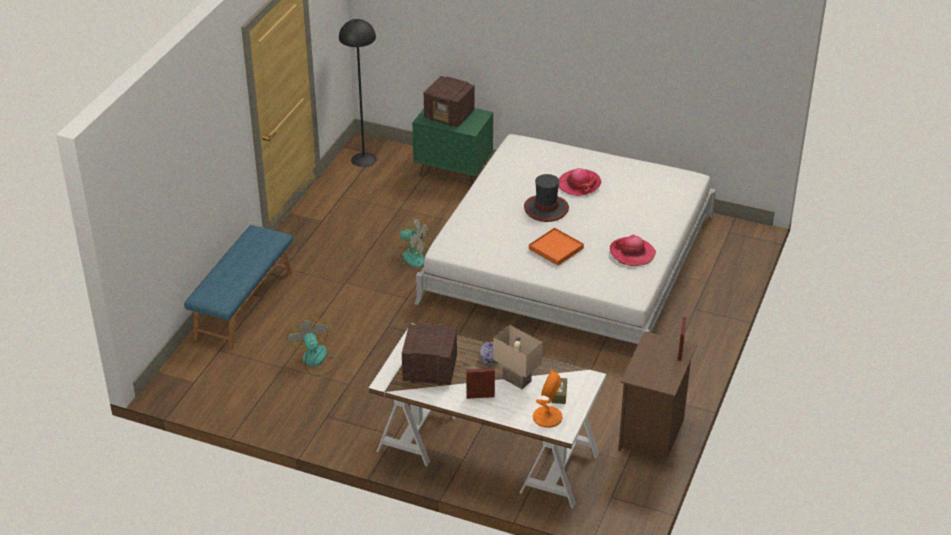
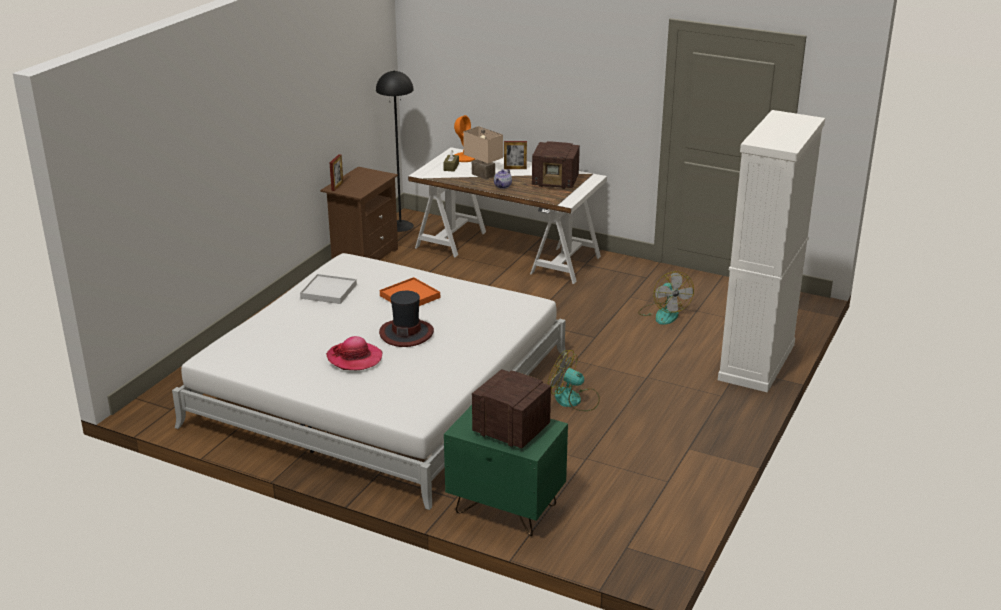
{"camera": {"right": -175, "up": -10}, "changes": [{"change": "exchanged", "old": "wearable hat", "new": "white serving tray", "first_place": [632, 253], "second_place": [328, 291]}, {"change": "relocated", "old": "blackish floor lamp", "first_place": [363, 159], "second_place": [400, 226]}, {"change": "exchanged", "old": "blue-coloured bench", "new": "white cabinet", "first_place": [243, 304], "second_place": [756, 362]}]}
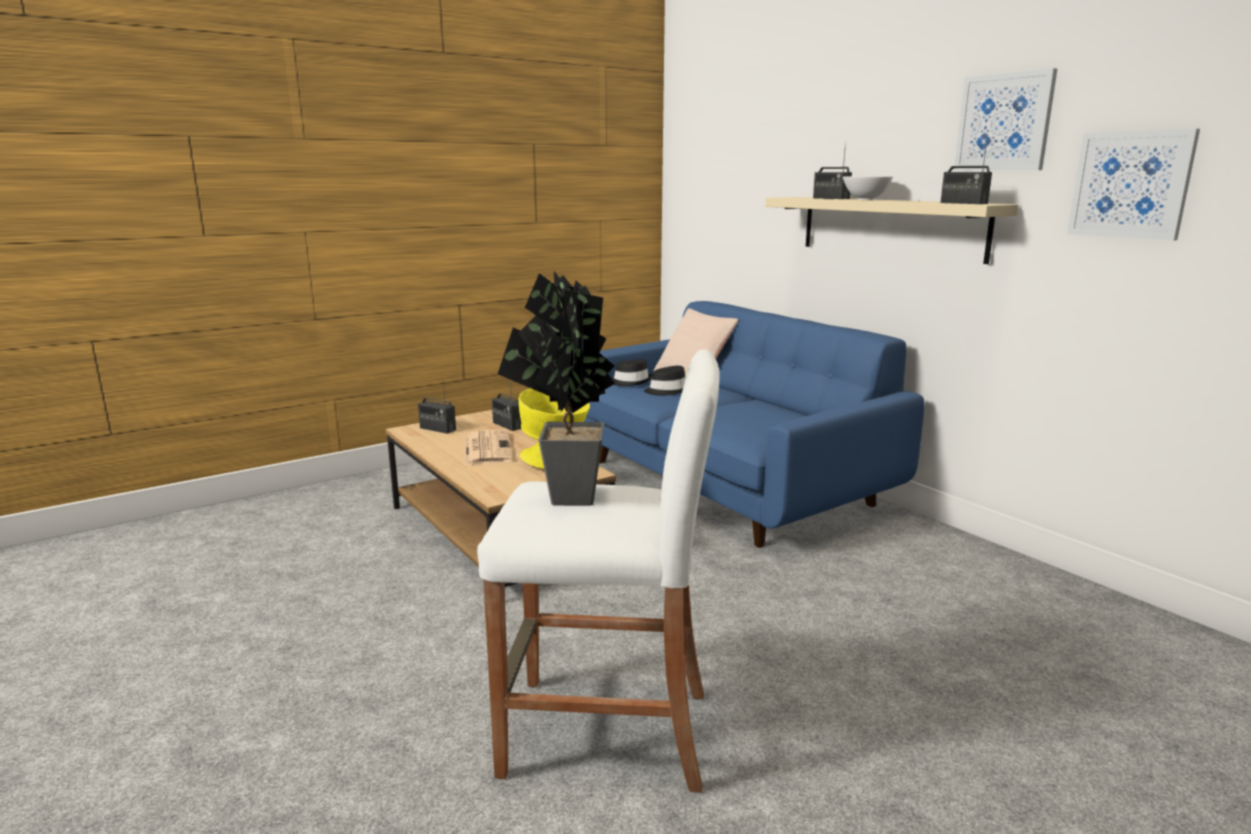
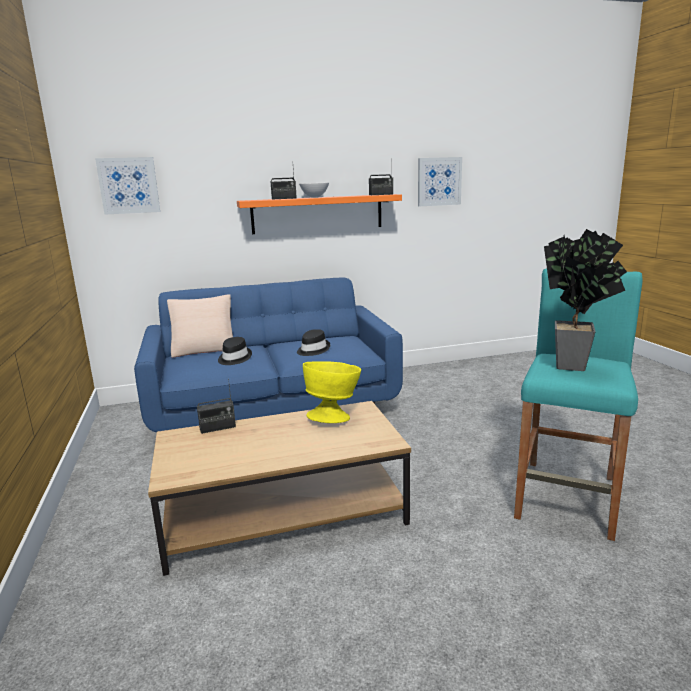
{"camera": {"right": -70, "up": 0}, "changes": [{"change": "relocated", "old": "wall picture", "first_place": [1004, 122], "second_place": [129, 185]}, {"change": "colour", "old": "sand-coloured bracket shelf", "new": "orange-coloured bracket shelf", "first_place": [890, 227], "second_place": [317, 214]}, {"change": "relocated", "old": "blackish wearable hat", "first_place": [631, 382], "second_place": [312, 350]}, {"change": "colour", "old": "white stool", "new": "turquoise-coloured stool", "first_place": [606, 733], "second_place": [567, 497]}, {"change": "missing", "old": "radio", "first_place": [437, 429]}, {"change": "missing", "old": "newspaper", "first_place": [486, 448]}]}
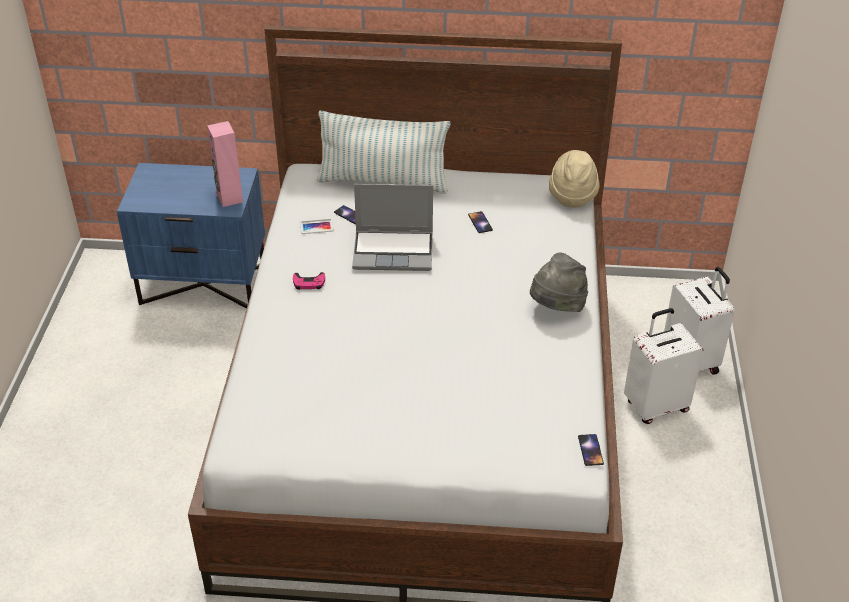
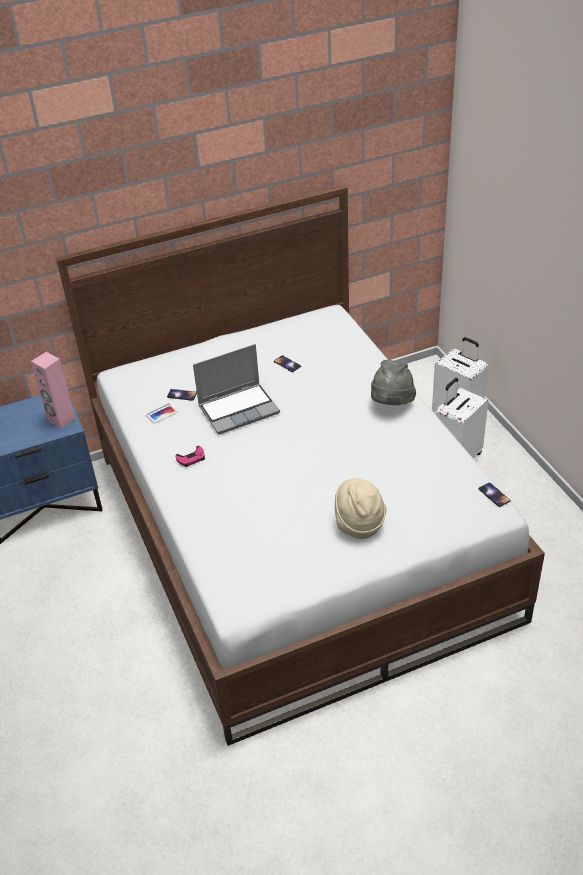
{"camera": {"right": -25, "up": 0}, "changes": [{"change": "relocated", "old": "sand-coloured wearable hat", "first_place": [572, 196], "second_place": [358, 523]}, {"change": "missing", "old": "cushion", "first_place": [383, 182]}]}
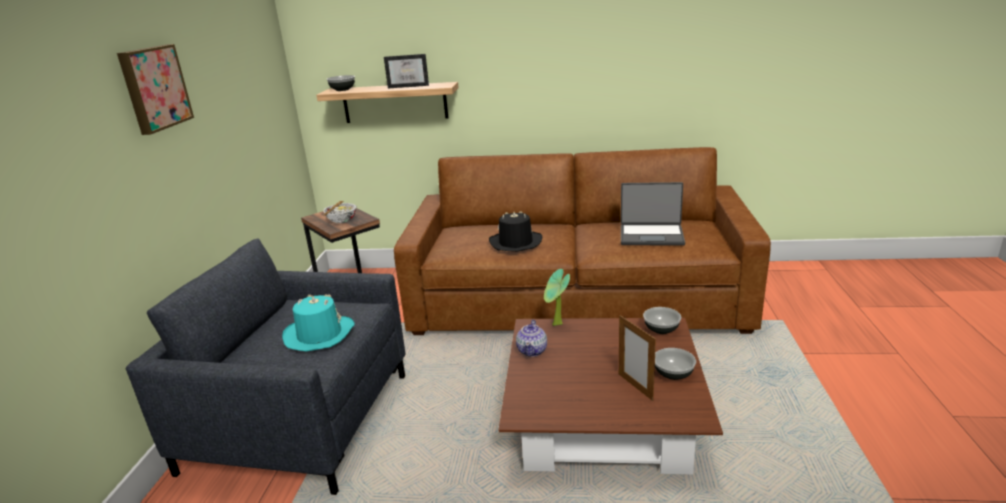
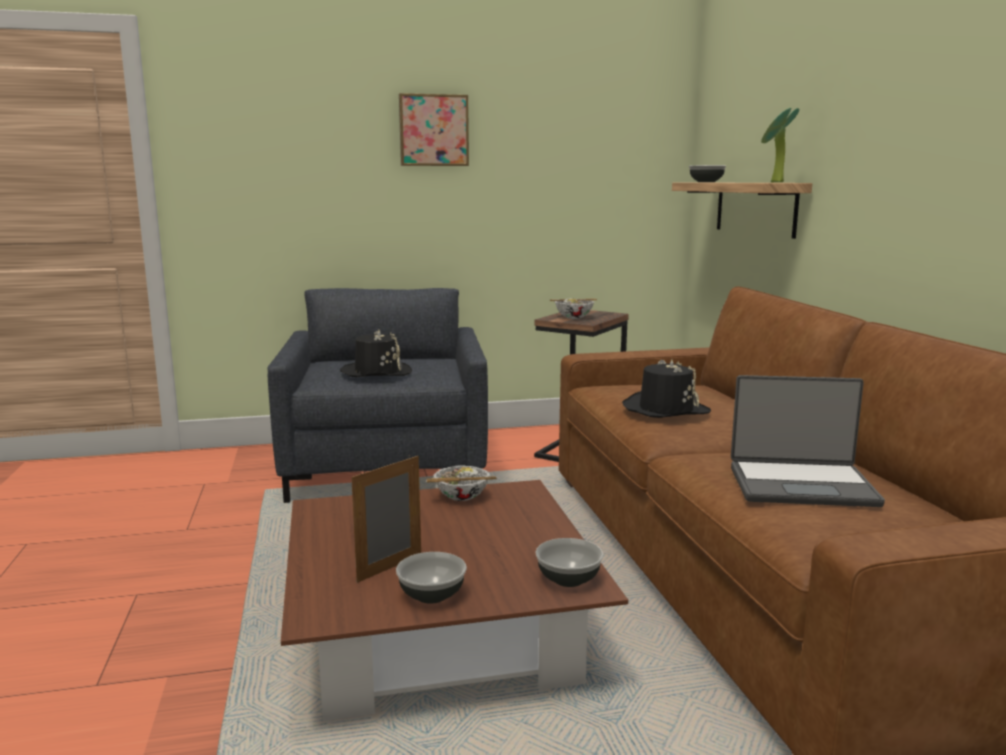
{"camera": {"right": 70, "up": -10}, "changes": [{"change": "colour", "old": "turquoise-coloured wearable hat", "new": "blackish wearable hat", "first_place": [319, 334], "second_place": [377, 372]}, {"change": "exchanged", "old": "tea pot", "new": "deep dish", "first_place": [532, 350], "second_place": [461, 497]}, {"change": "spun", "old": "notebook computer", "first_place": [651, 235], "second_place": [801, 485], "degrees": -75}, {"change": "relocated", "old": "potted plant", "first_place": [557, 325], "second_place": [774, 182]}, {"change": "missing", "old": "photo frame", "first_place": [409, 86]}]}
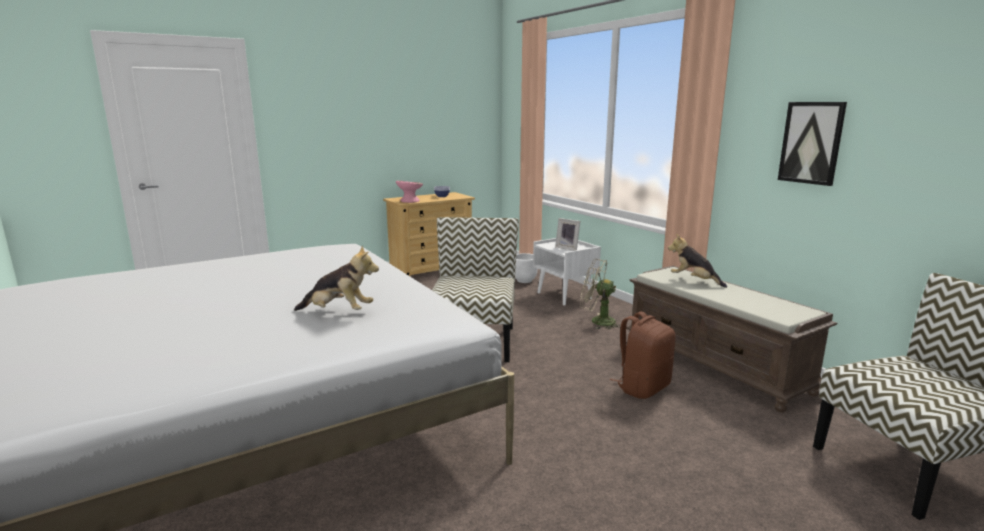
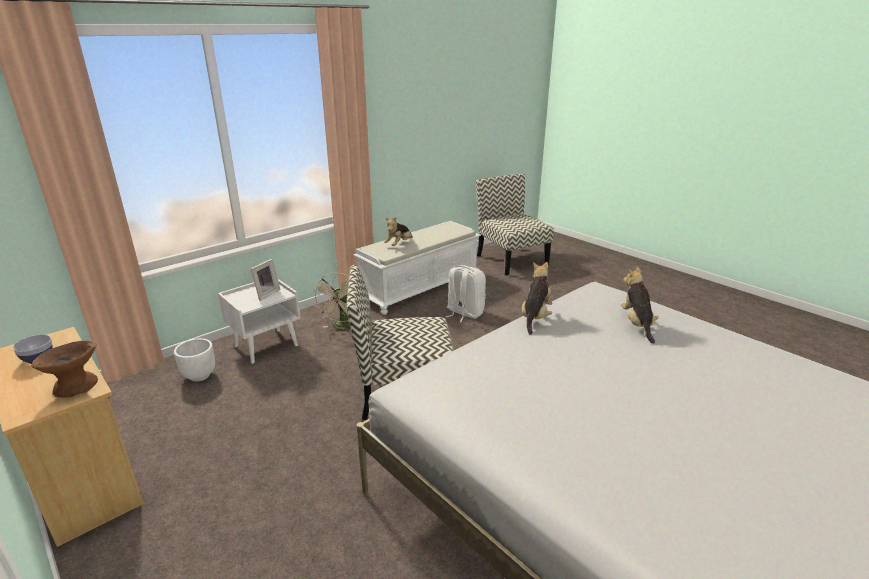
{"camera": {"right": -100, "up": 10}, "changes": [{"change": "colour", "old": "pinkish deep dish", "new": "brown-coloured deep dish", "first_place": [409, 201], "second_place": [75, 386]}, {"change": "colour", "old": "brown-coloured bench", "new": "white bench", "first_place": [715, 364], "second_place": [420, 288]}, {"change": "colour", "old": "brown-coloured knapsack", "new": "white knapsack", "first_place": [642, 388], "second_place": [464, 313]}, {"change": "appeared", "new": "soft toy", "second_place": [535, 317]}, {"change": "missing", "old": "wall picture", "first_place": [811, 143]}]}
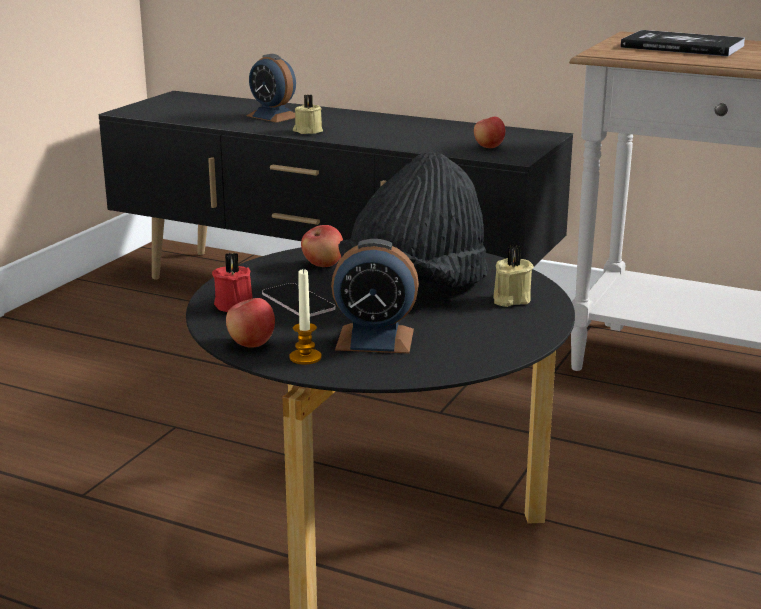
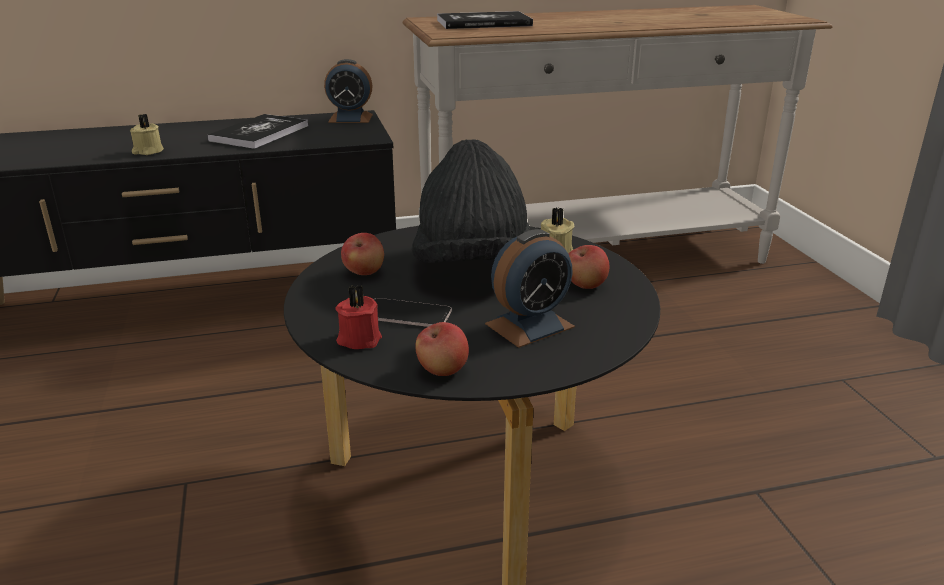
{"camera": {"right": -40, "up": 5}, "changes": [{"change": "appeared", "new": "bound book", "second_place": [259, 133]}, {"change": "relocated", "old": "alarm clock", "first_place": [273, 116], "second_place": [350, 118]}, {"change": "relocated", "old": "apple", "first_place": [489, 147], "second_place": [585, 285]}, {"change": "missing", "old": "wax candle", "first_place": [305, 357]}]}
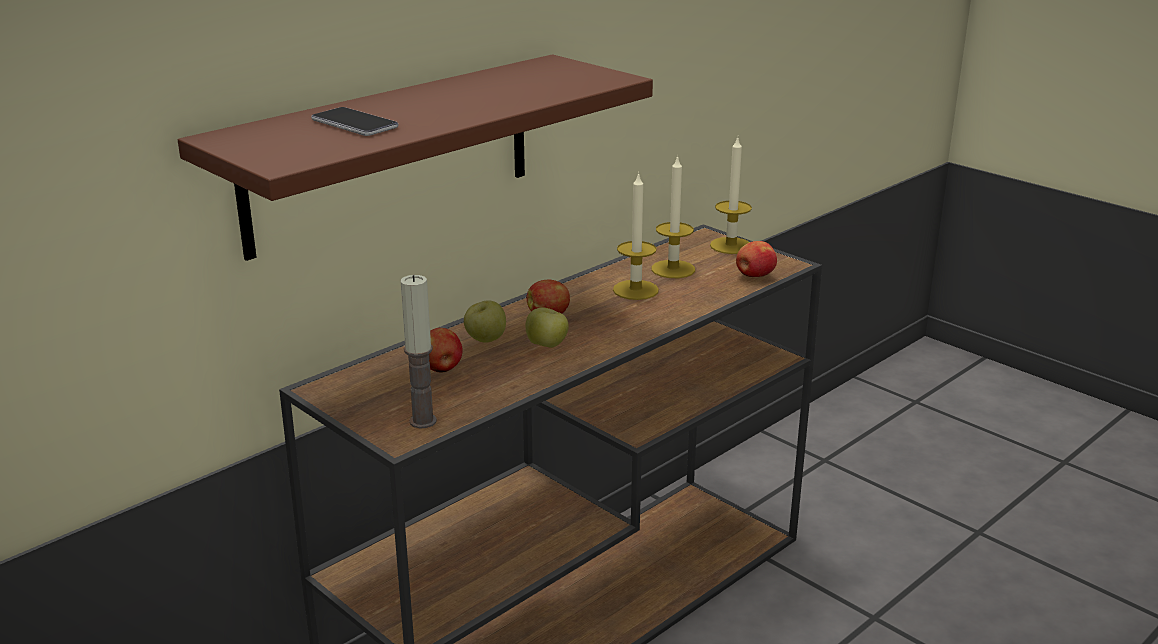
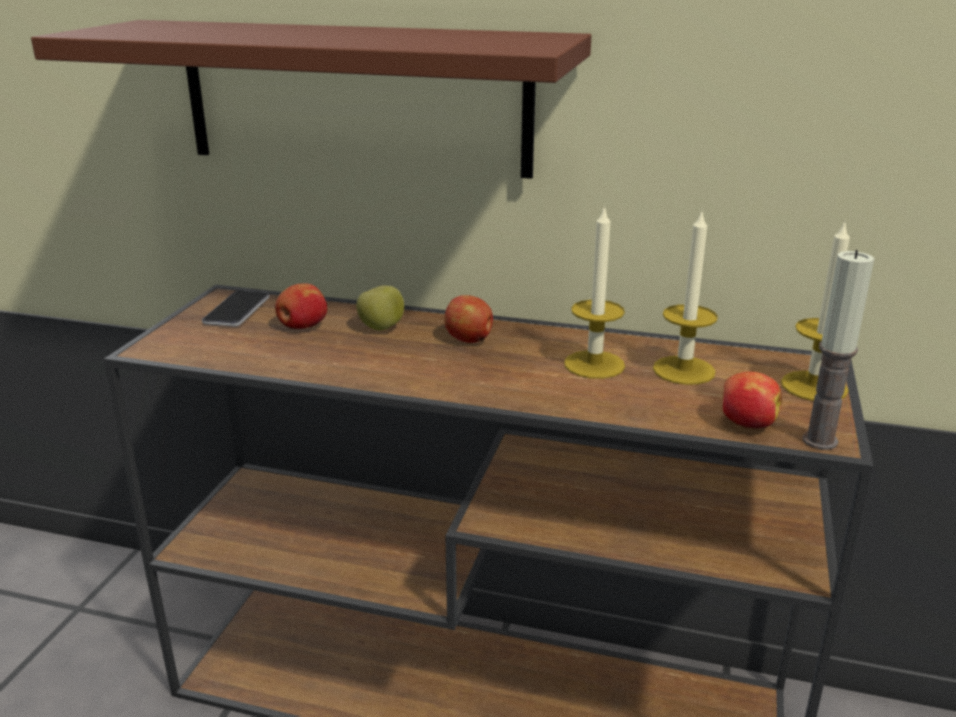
{"camera": {"right": 60, "up": 0}, "changes": [{"change": "relocated", "old": "telephone", "first_place": [354, 124], "second_place": [237, 310]}, {"change": "relocated", "old": "wax candle", "first_place": [423, 421], "second_place": [820, 440]}, {"change": "missing", "old": "apple", "first_place": [547, 346]}]}
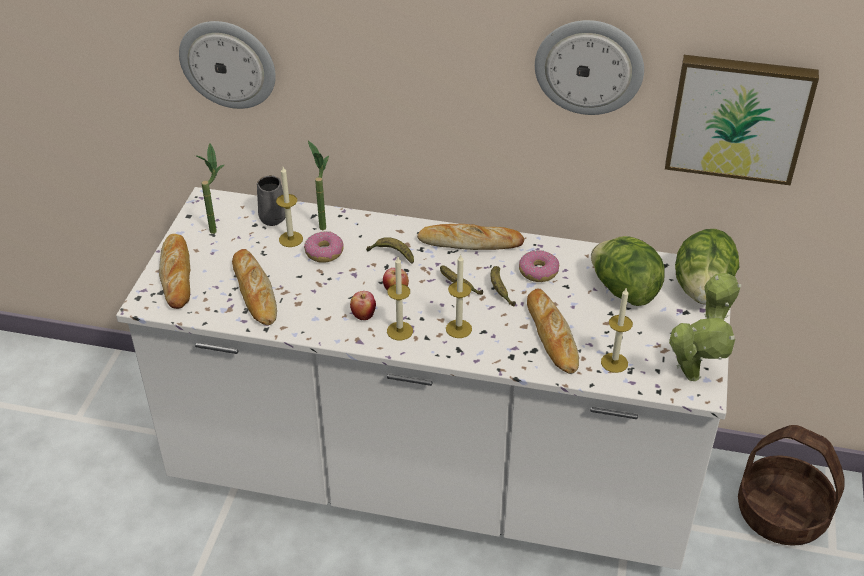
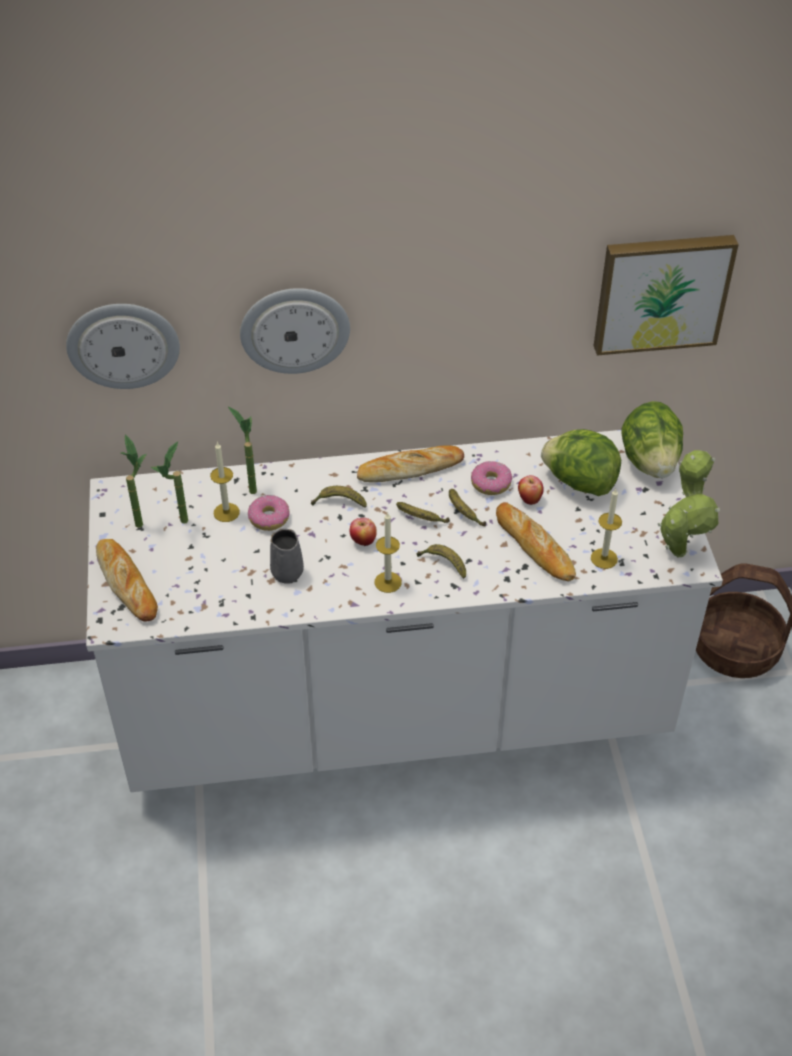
{"camera": {"right": -20, "up": 5}, "changes": [{"change": "appeared", "new": "potted plant", "second_place": [179, 525]}, {"change": "relocated", "old": "wall clock", "first_place": [589, 66], "second_place": [294, 329]}, {"change": "relocated", "old": "grey mug", "first_place": [274, 217], "second_place": [287, 571]}, {"change": "exchanged", "old": "wax candle", "new": "whole banana", "first_place": [458, 329], "second_place": [443, 564]}, {"change": "relocated", "old": "apple", "first_place": [363, 315], "second_place": [529, 499]}, {"change": "missing", "old": "bread", "first_place": [254, 292]}]}
